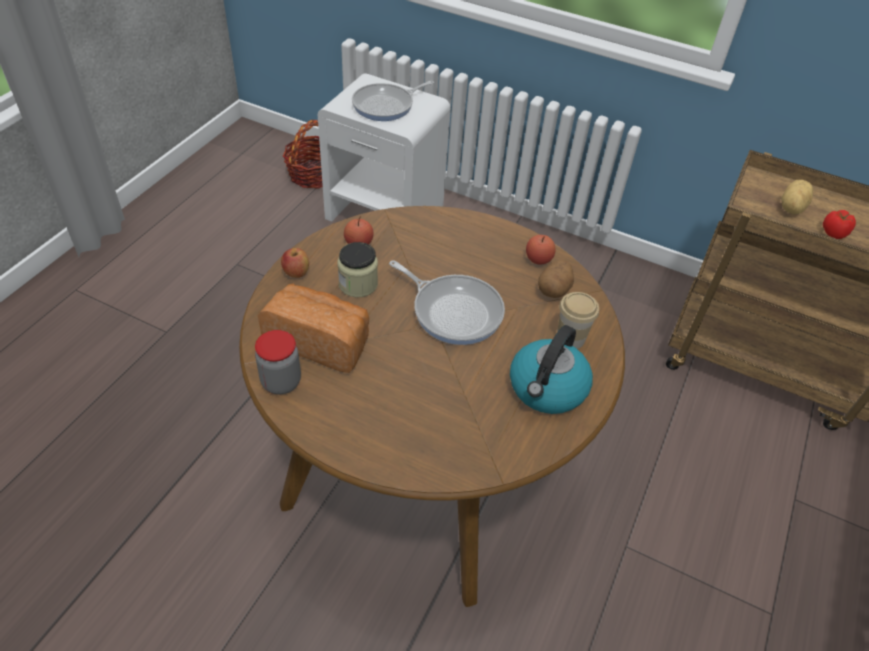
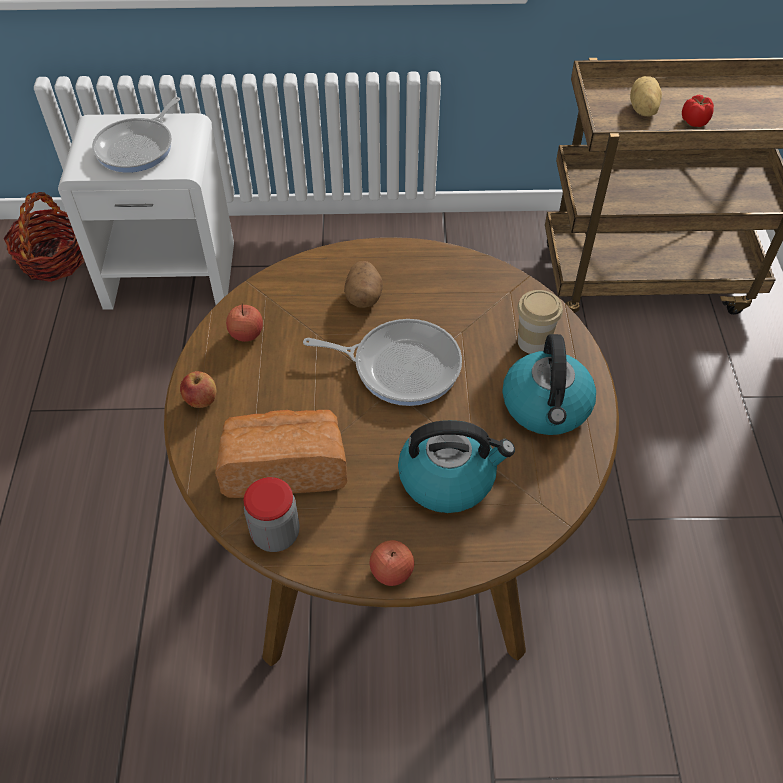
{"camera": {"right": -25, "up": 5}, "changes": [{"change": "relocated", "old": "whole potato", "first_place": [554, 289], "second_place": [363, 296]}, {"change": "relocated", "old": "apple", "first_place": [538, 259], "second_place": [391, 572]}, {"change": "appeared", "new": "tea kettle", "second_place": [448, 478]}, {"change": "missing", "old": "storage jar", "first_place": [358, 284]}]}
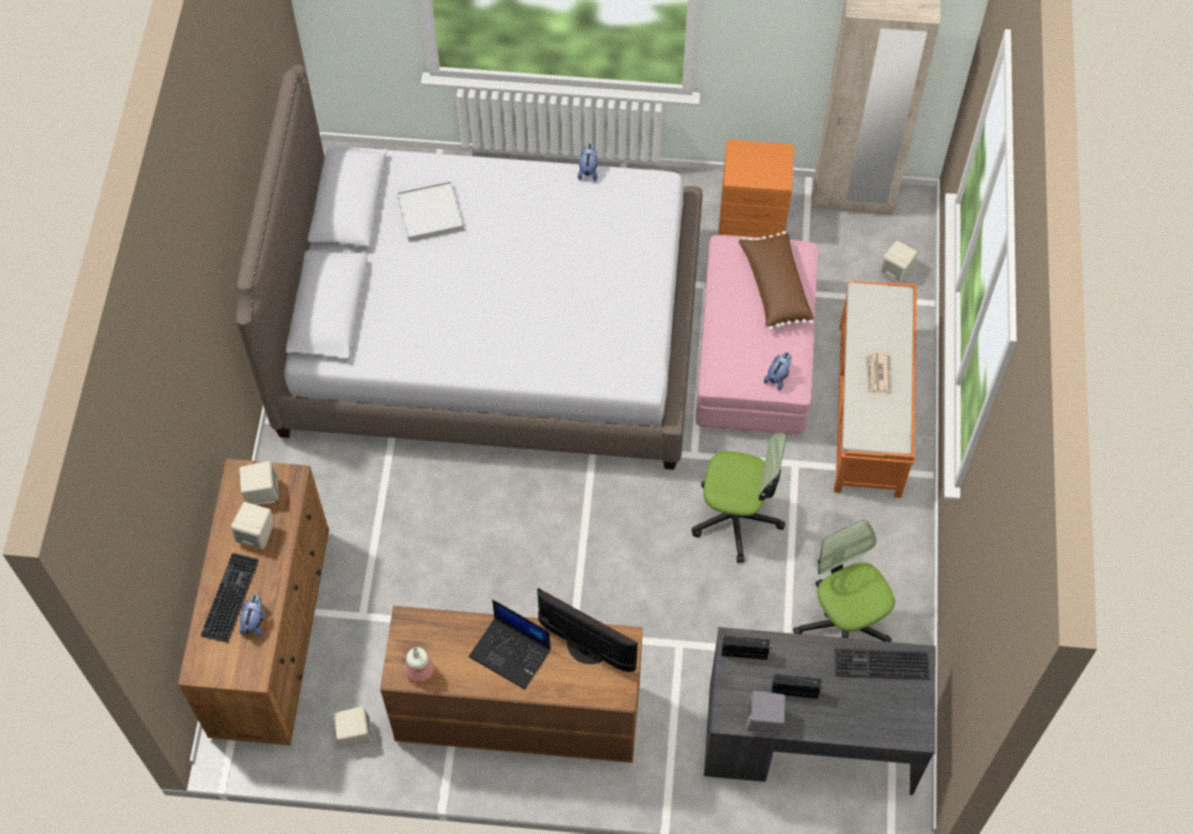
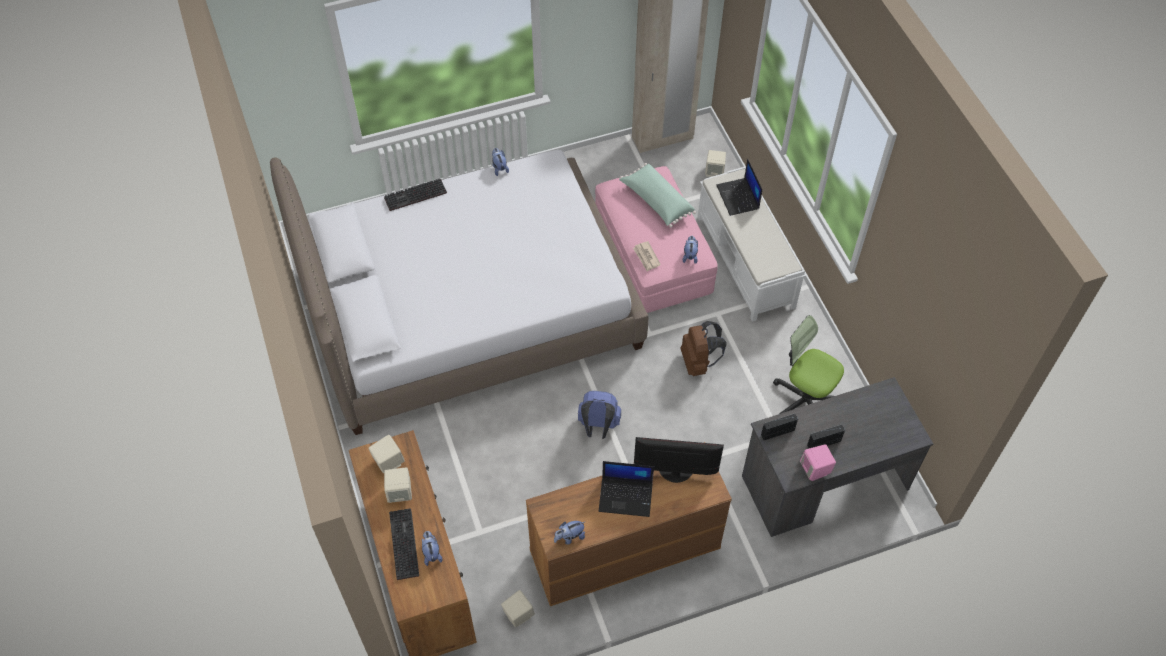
{"camera": {"right": -25, "up": -5}, "changes": [{"change": "relocated", "old": "keyboard", "first_place": [879, 666], "second_place": [415, 197]}, {"change": "exchanged", "old": "bottle", "new": "soft toy", "first_place": [419, 672], "second_place": [569, 537]}, {"change": "appeared", "new": "blue-coloured knapsack", "second_place": [598, 427]}, {"change": "colour", "old": "brown-coloured cushion", "new": "green cushion", "first_place": [774, 287], "second_place": [656, 201]}, {"change": "relocated", "old": "newspaper", "first_place": [877, 374], "second_place": [646, 257]}, {"change": "exchanged", "old": "office chair", "new": "brown-coloured knapsack", "first_place": [736, 517], "second_place": [699, 362]}, {"change": "colour", "old": "orange-coloured bench", "new": "white bench", "first_place": [869, 410], "second_place": [746, 262]}, {"change": "appeared", "new": "notebook computer", "second_place": [738, 197]}, {"change": "colour", "old": "grey loudspeaker", "new": "pinkish loudspeaker", "first_place": [764, 720], "second_place": [815, 470]}, {"change": "missing", "old": "white serving tray", "first_place": [430, 213]}, {"change": "missing", "old": "orange-coloured nightstand", "first_place": [753, 220]}]}
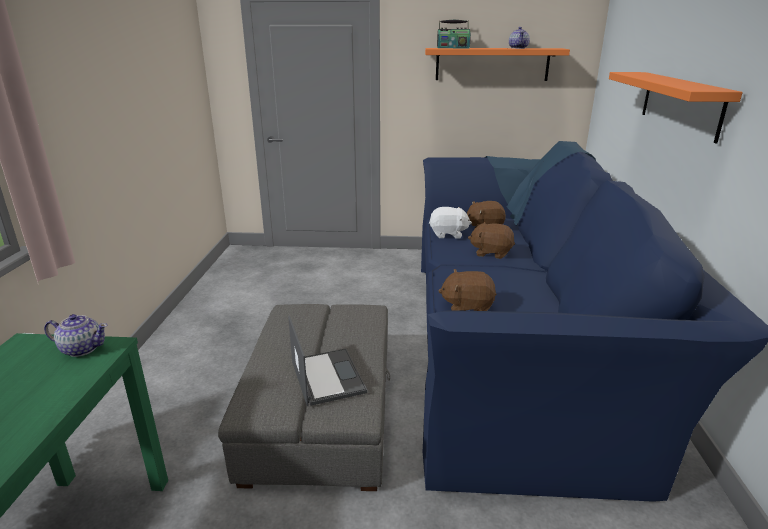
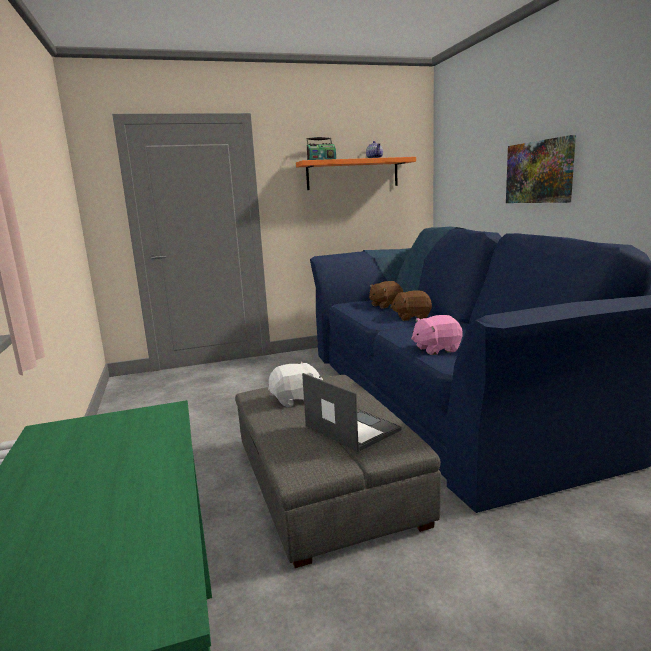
{"camera": {"right": -20, "up": -10}, "changes": [{"change": "relocated", "old": "white soft toy", "first_place": [448, 234], "second_place": [295, 399]}, {"change": "colour", "old": "brown-coloured soft toy", "new": "pinkish soft toy", "first_place": [467, 307], "second_place": [436, 349]}, {"change": "exchanged", "old": "orange-coloured bracket shelf", "new": "wall picture", "first_place": [680, 104], "second_place": [539, 172]}, {"change": "missing", "old": "tea pot", "first_place": [82, 348]}]}
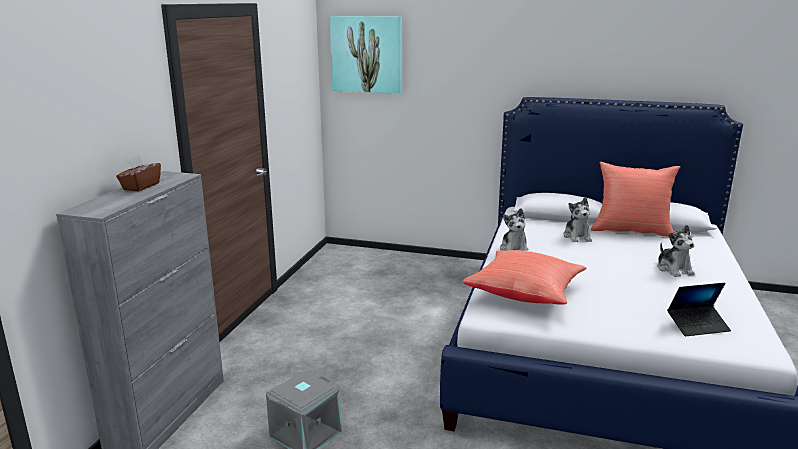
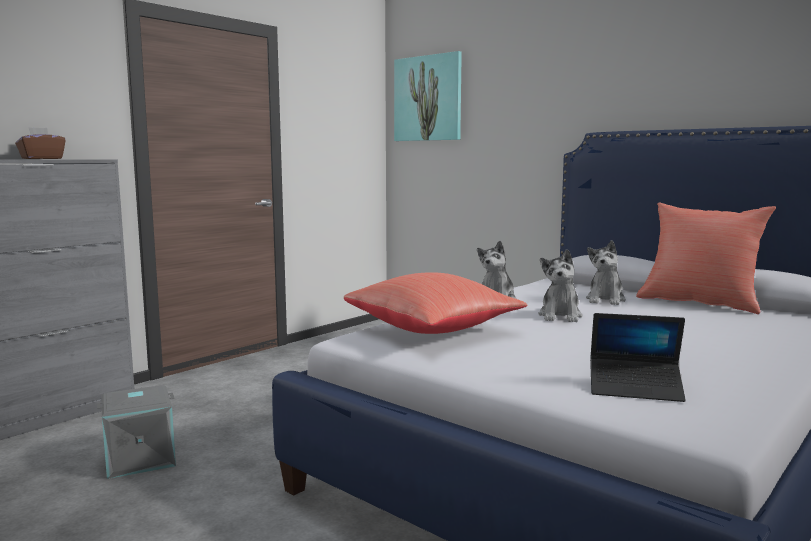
{"camera": {"right": 25, "up": -10}, "changes": [{"change": "relocated", "old": "soft toy", "first_place": [674, 269], "second_place": [560, 316]}]}
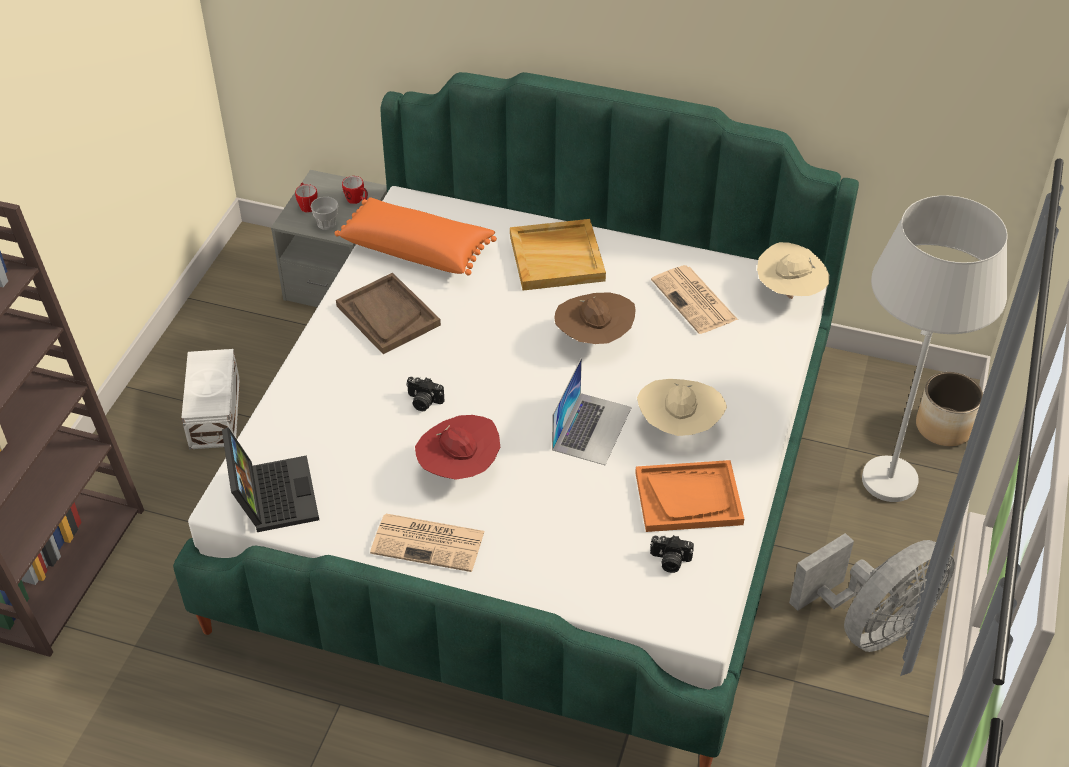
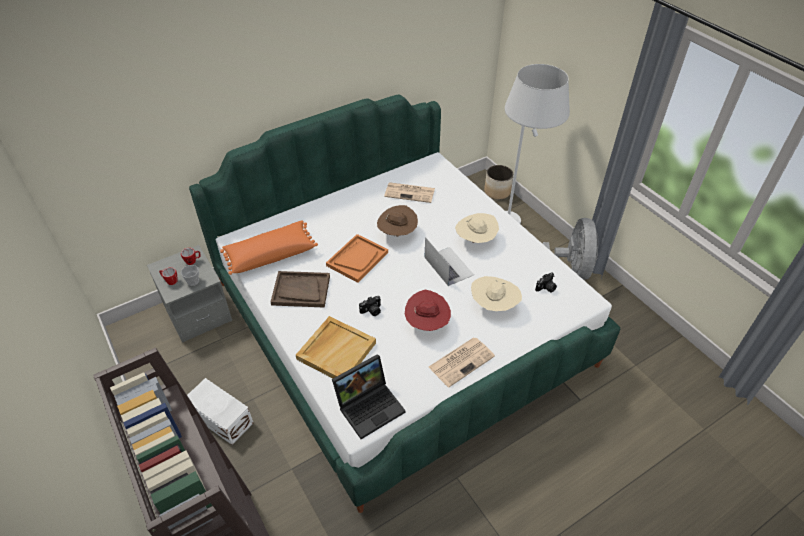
{"camera": {"right": -50, "up": 0}, "changes": [{"change": "relocated", "old": "sand-coloured serving tray", "first_place": [557, 257], "second_place": [336, 350]}, {"change": "relocated", "old": "orange-coloured serving tray", "first_place": [688, 498], "second_place": [357, 259]}, {"change": "spun", "old": "notebook computer", "first_place": [272, 495], "second_place": [370, 405], "degrees": 120}, {"change": "relocated", "old": "sand-coloured wearable hat", "first_place": [789, 293], "second_place": [493, 305]}]}
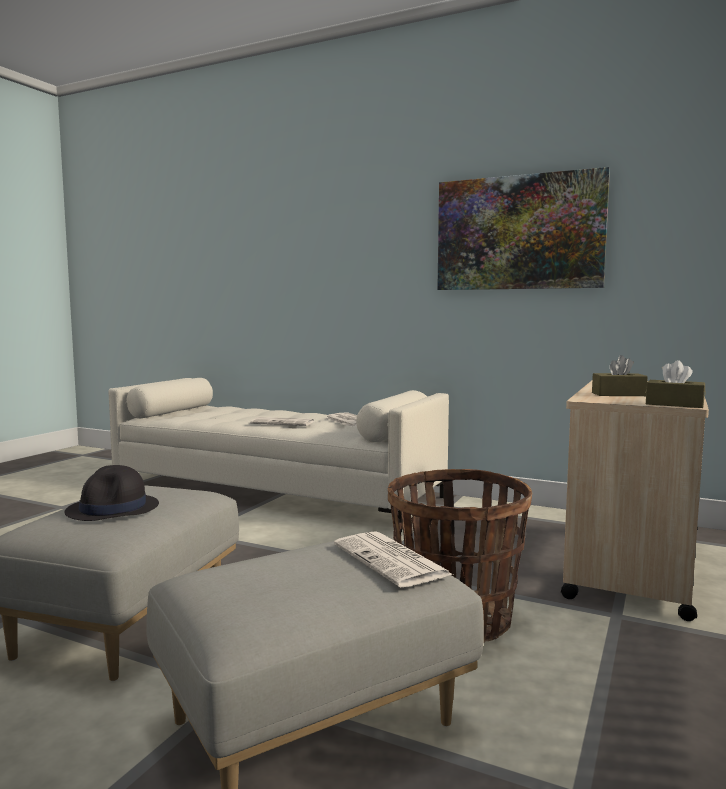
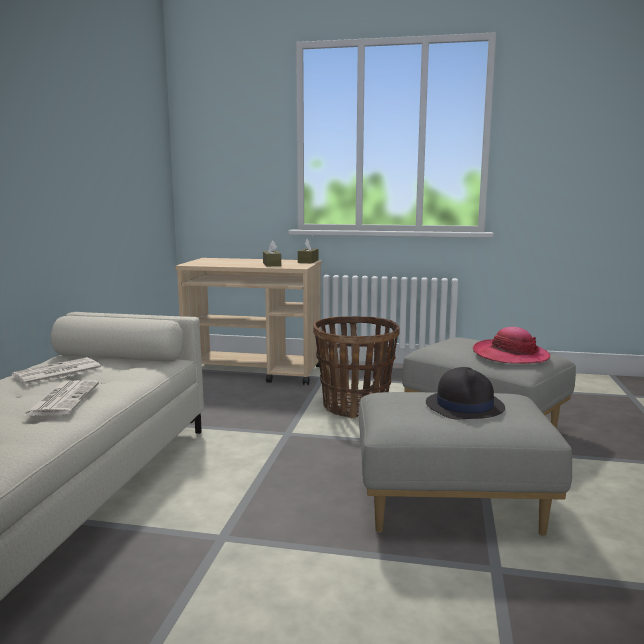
{"camera": {"right": -105, "up": 5}, "changes": [{"change": "appeared", "new": "wearable hat", "second_place": [510, 355]}, {"change": "missing", "old": "newspaper", "first_place": [392, 560]}, {"change": "missing", "old": "wall picture", "first_place": [519, 233]}]}
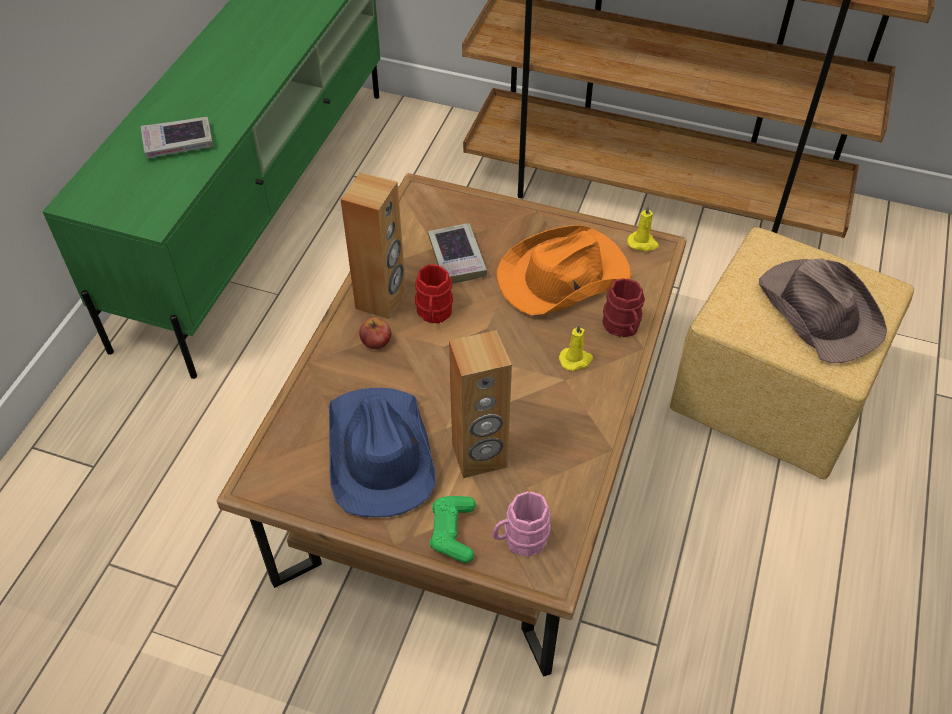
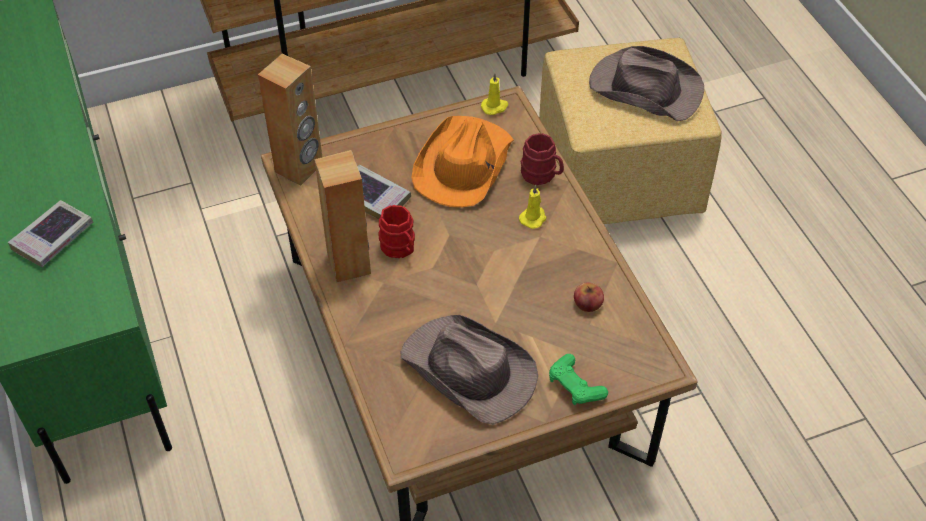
{"camera": {"right": -40, "up": 0}, "changes": [{"change": "relocated", "old": "brown-coloured loudspeaker", "first_place": [479, 456], "second_place": [299, 168]}, {"change": "colour", "old": "blue-coloured wearable hat", "new": "brown-coloured wearable hat", "first_place": [378, 454], "second_place": [469, 372]}, {"change": "relocated", "old": "apple", "first_place": [376, 340], "second_place": [587, 303]}, {"change": "missing", "old": "pinkish mug", "first_place": [520, 539]}]}
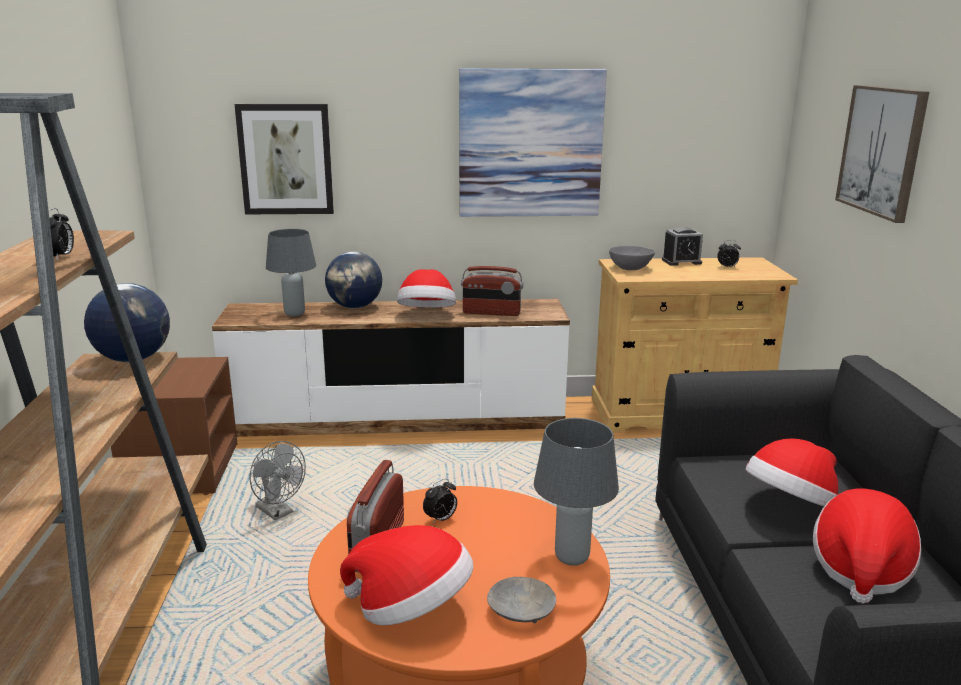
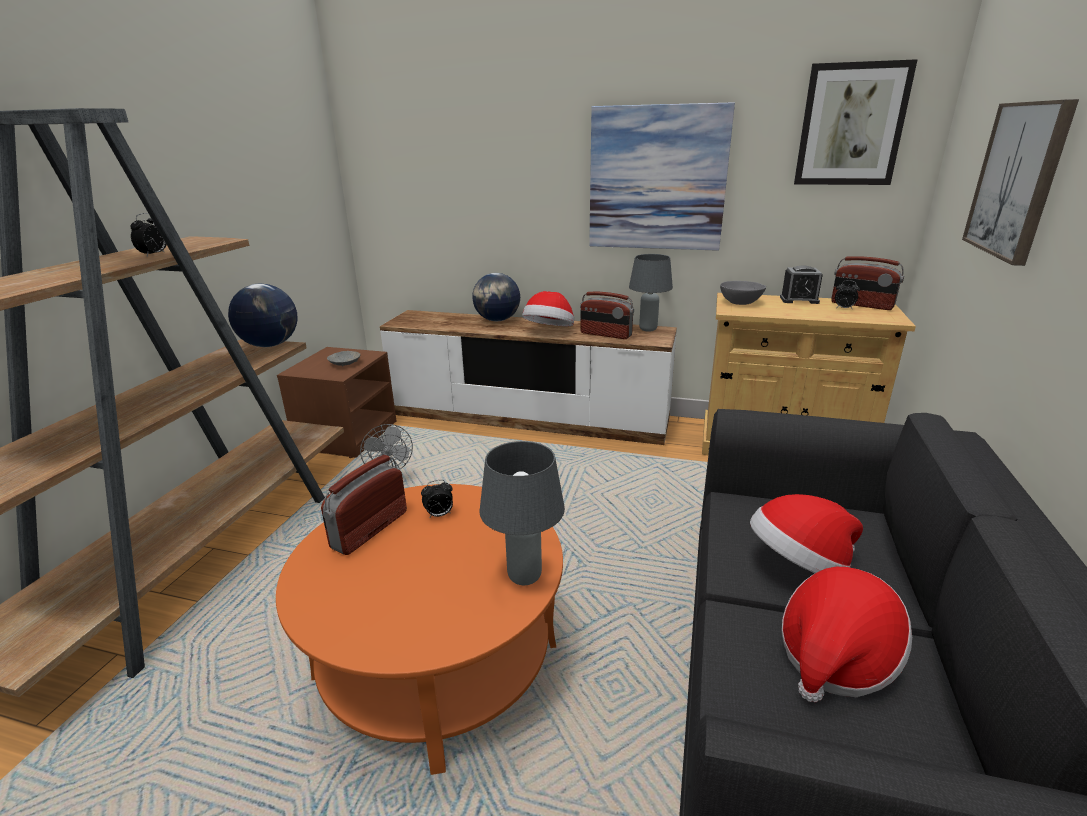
{"camera": {"right": 20, "up": 5}, "changes": [{"change": "relocated", "old": "grey deep dish", "first_place": [521, 610], "second_place": [345, 363]}, {"change": "relocated", "old": "grey lamp for a table", "first_place": [294, 314], "second_place": [647, 329]}, {"change": "relocated", "old": "wall picture", "first_place": [286, 159], "second_place": [851, 125]}, {"change": "appeared", "new": "radio", "second_place": [861, 305]}, {"change": "missing", "old": "wearable hat", "first_place": [411, 608]}]}
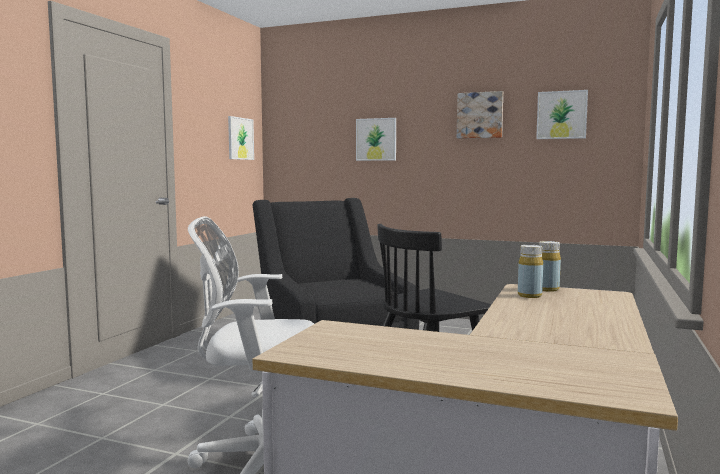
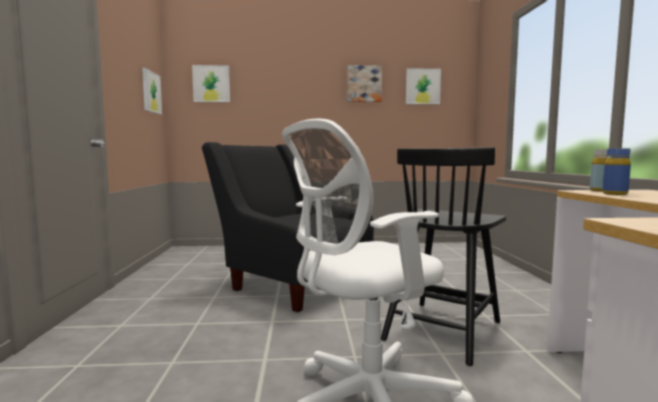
{"camera": {"right": -25, "up": 0}, "changes": [{"change": "relocated", "old": "wall picture", "first_place": [376, 139], "second_place": [211, 84]}, {"change": "colour", "old": "yellowish bottle", "new": "blue-coloured bottle", "first_place": [529, 295], "second_place": [615, 194]}]}
